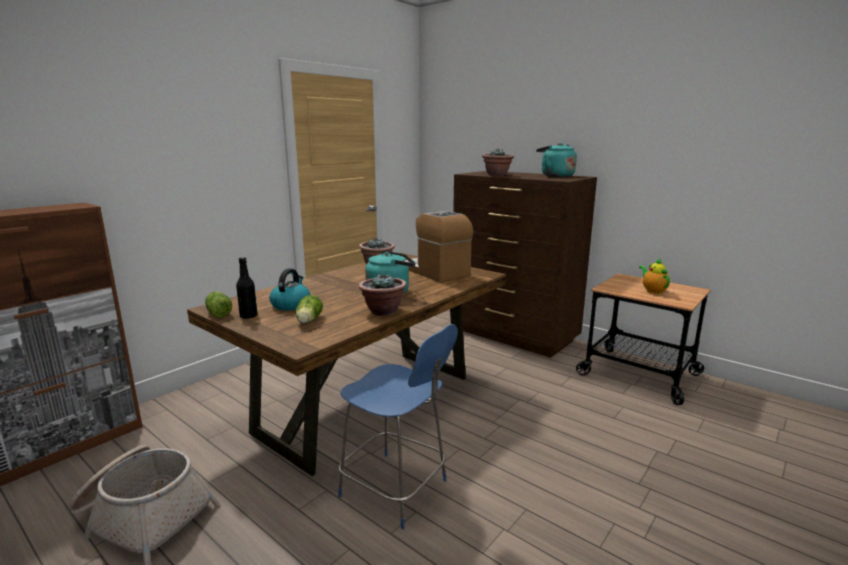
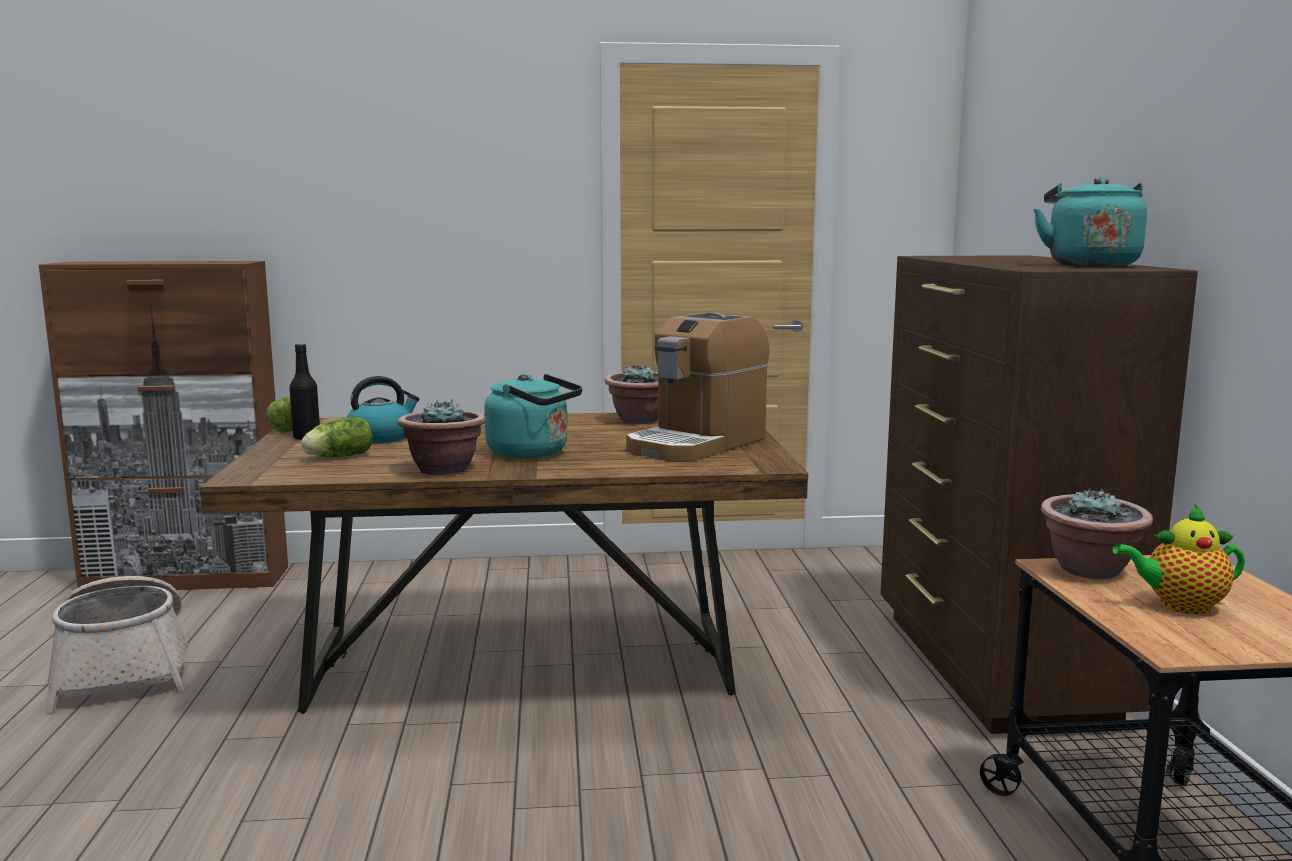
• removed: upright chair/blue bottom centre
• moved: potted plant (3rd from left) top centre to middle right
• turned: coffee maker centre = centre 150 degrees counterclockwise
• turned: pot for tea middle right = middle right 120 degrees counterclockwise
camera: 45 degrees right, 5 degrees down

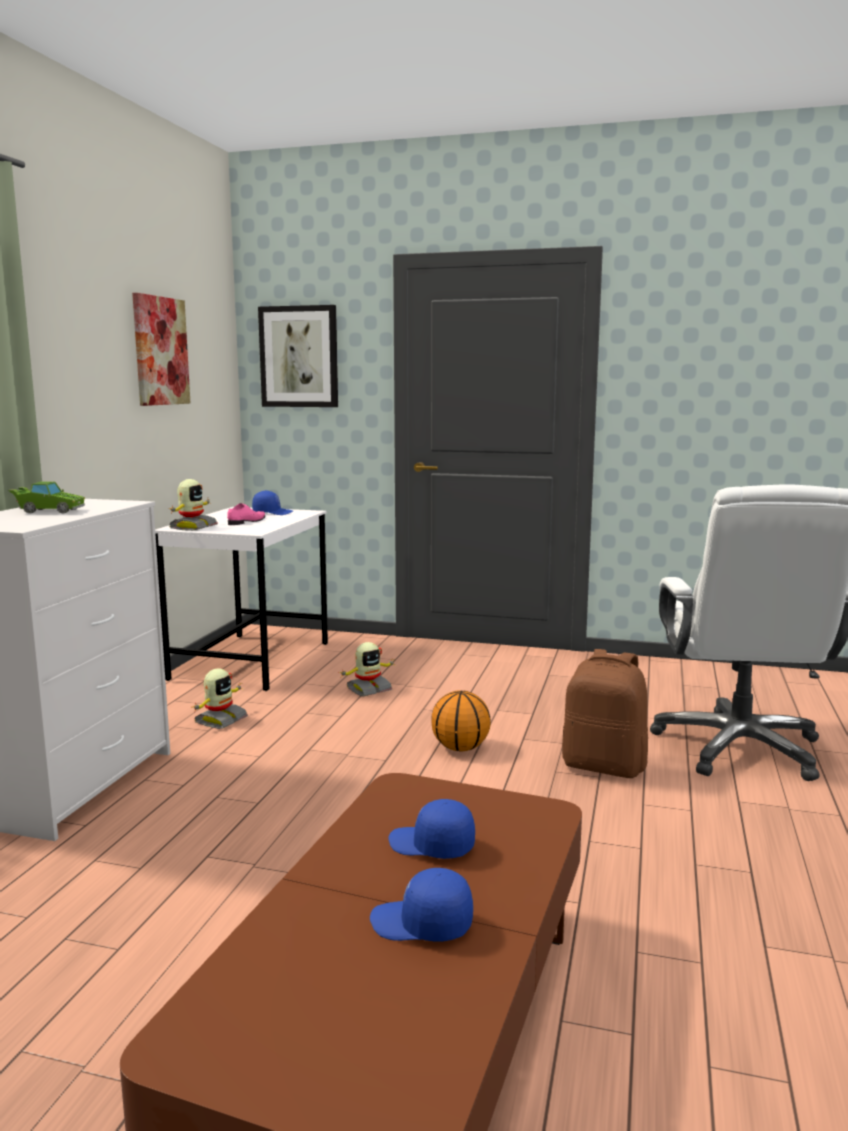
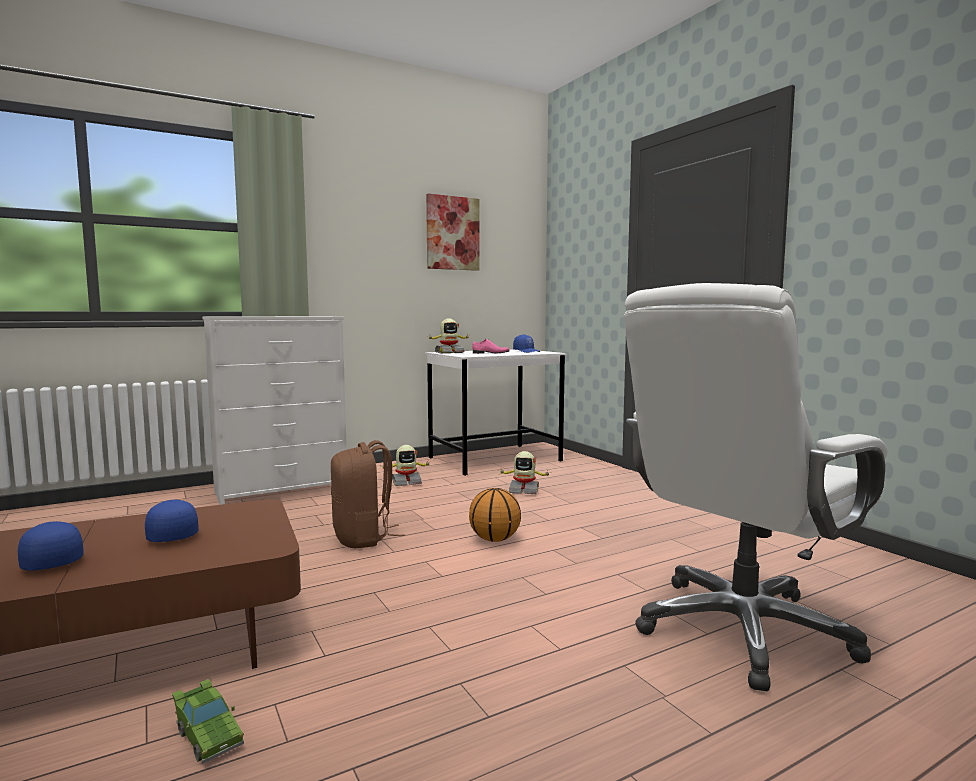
• removed: wall picture (2nd from left) top centre
• moved: toy car/greenish middle left to bottom left
• moved: rucksack/brown middle right to centre
camera: 45 degrees right, 5 degrees down

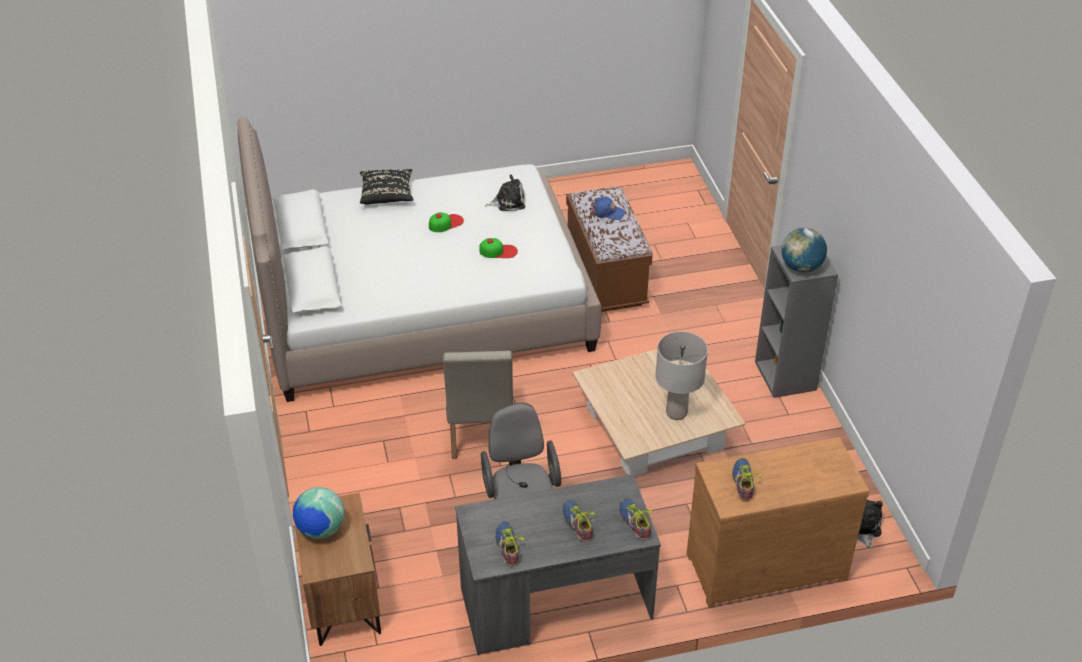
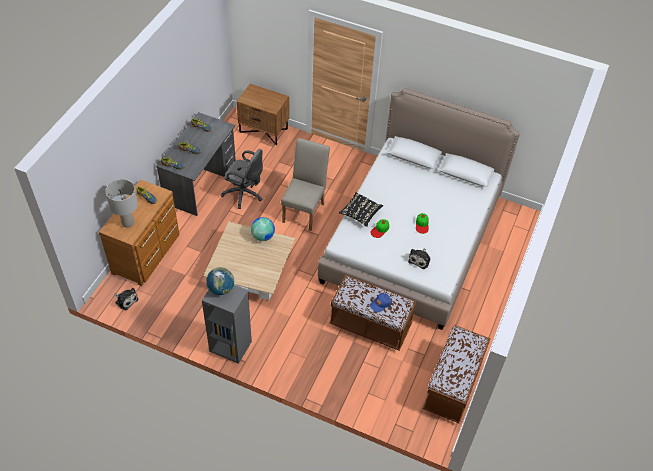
• added: long seat/brown (2nd from left) bottom right
• moved: world globe (1st from left in the first image) bottom left to world globe (2nd from left) centre
• moved: cushion/blackish top centre to centre
• moved: tabletop lamp/greyish centre to middle left
• turned: upright chair/beige-coloured centre = centre 75 degrees clockwise
camera: 125 degrees right, 10 degrees up

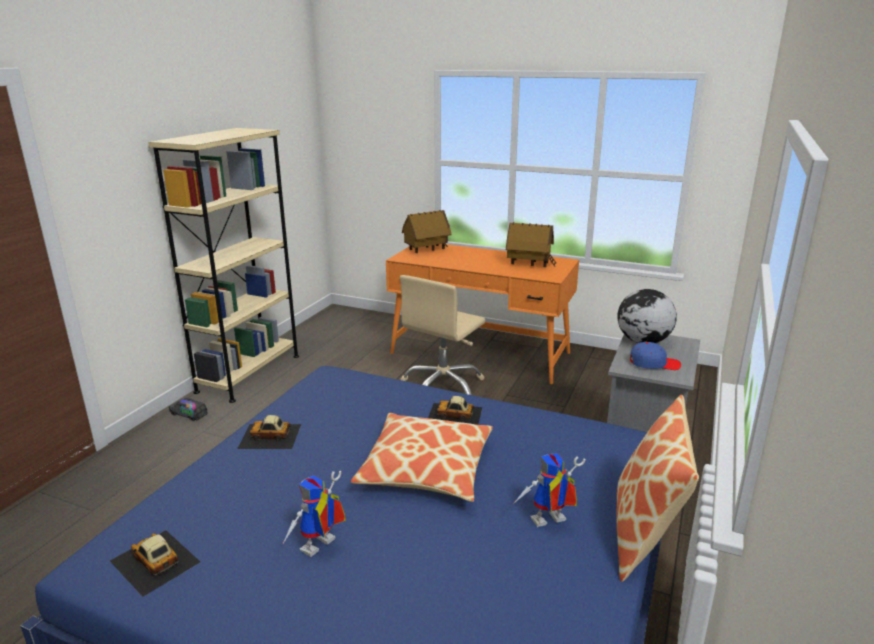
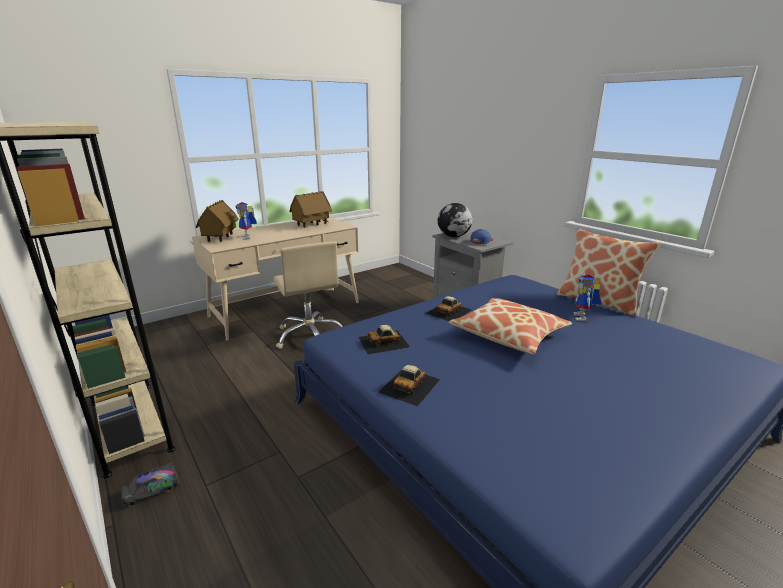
• moved: toy car (1st from left) bottom left to centre
• moved: robot figure (1st from left) bottom centre to middle left
• recoloured: desk/orange-coloured centre to desk/beige-coloured centre
camera: 60 degrees left, 0 degrees up

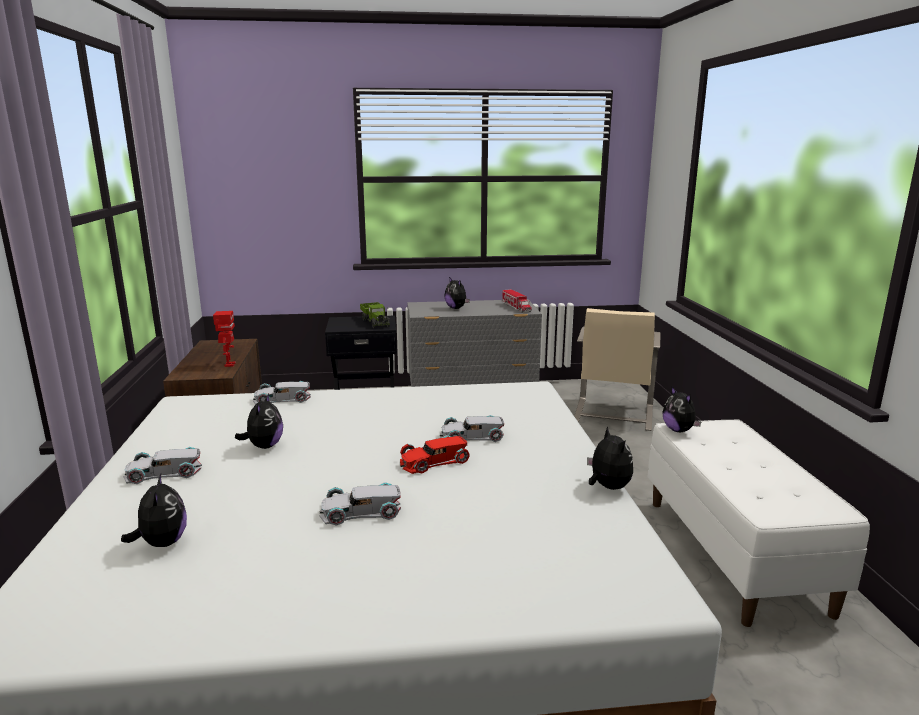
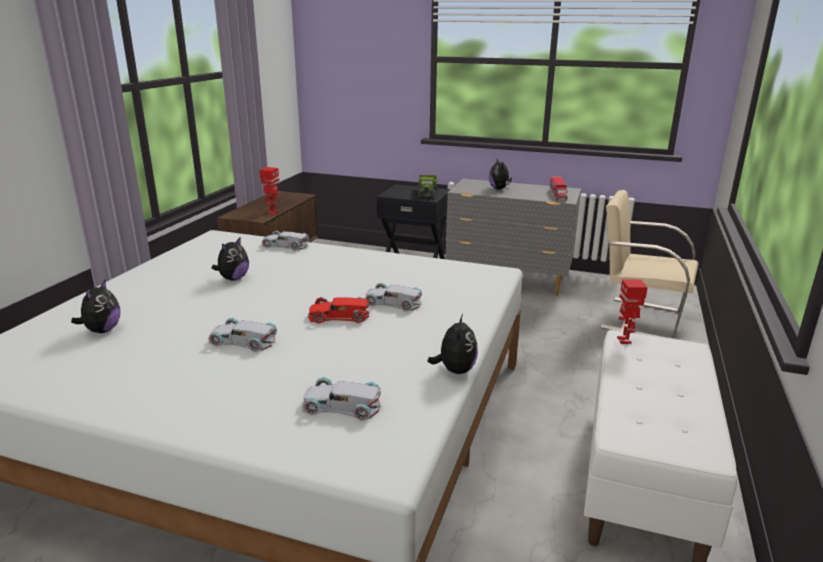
• moved: toy car/white (1st from left in the first image) middle left to toy car/white (3rd from left) bottom centre
• replaced: cuddly toy (5th from left) middle right to robot figure (2nd from left) middle right
• turned: upright chair/beige-coloured middle right = middle right 75 degrees clockwise
camera: 25 degrees right, 5 degrees up

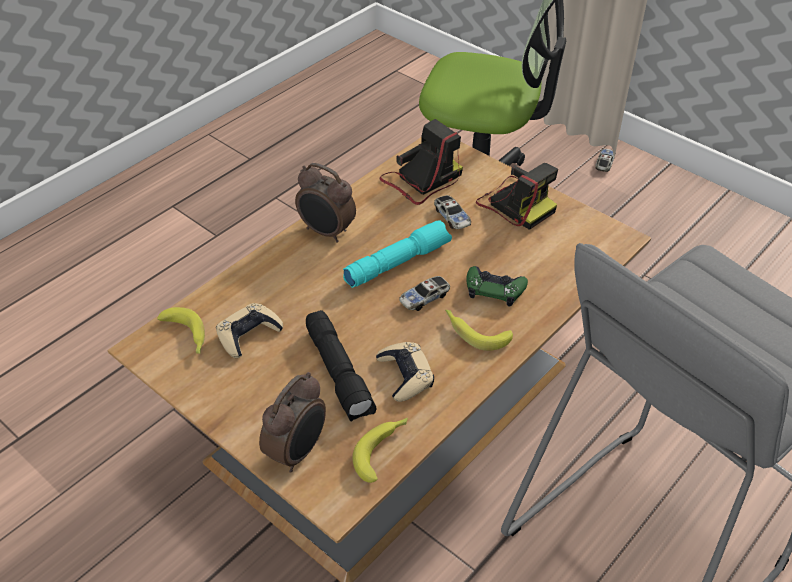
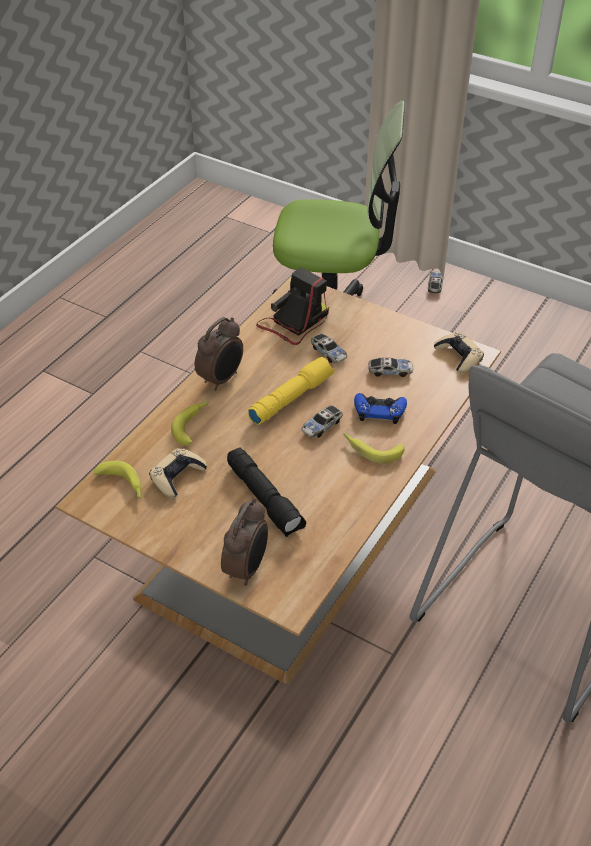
• removed: still camera (2nd from left) centre
• added: toy car (3rd from left) centre
• moved: banana fruit (2nd from left) bottom centre to middle left
• moved: game controller/beige-coloured (2nd from left) centre to middle right
• recoloured: hand torch/blue-green centre to hand torch/yellow centre
• recoloured: game controller/greenish centre to game controller/blue centre
• turned: table clock (2nd from left in the first image) centre = centre 75 degrees counterclockwise
camera: 10 degrees left, 0 degrees up

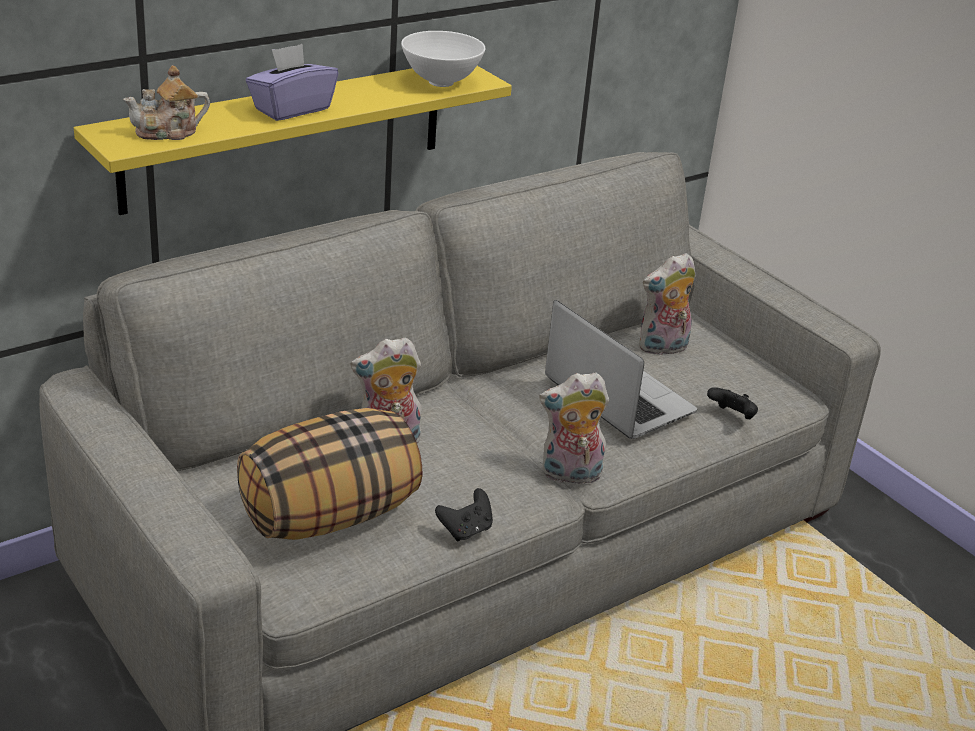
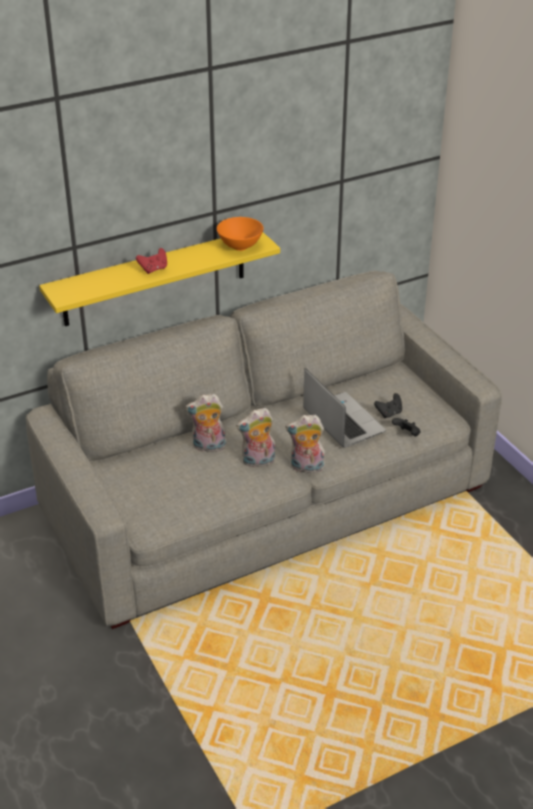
• removed: pot for tea top left
• removed: cushion centre
• moved: game controller/blackish (1st from left) bottom centre to middle right
• moved: cuddly toy (3rd from left in the first image) middle right to cuddly toy (2nd from left) centre
• replaced: box of tissues/purplish top left to game controller/red top left
• recoloured: serving bowl/white top centre to serving bowl/orange-coloured top centre
camera: 10 degrees right, 5 degrees up

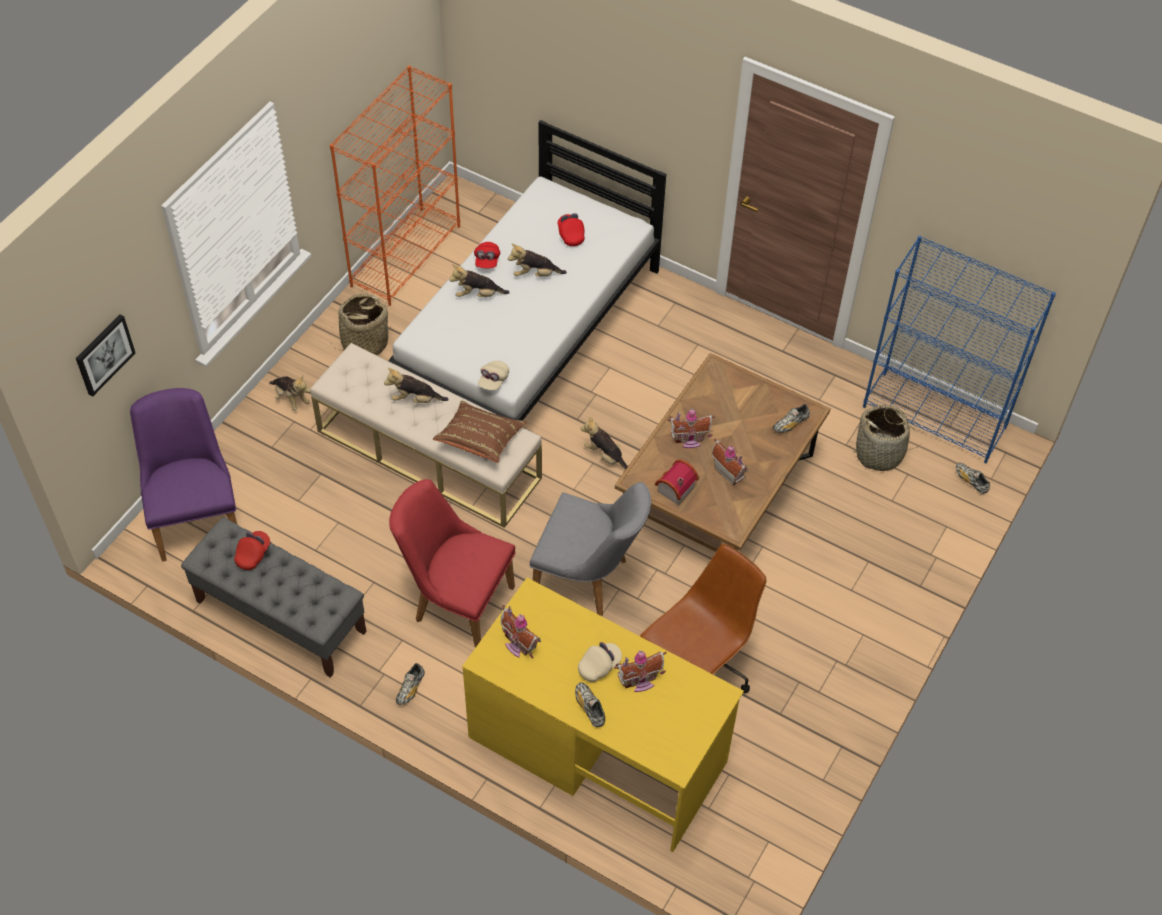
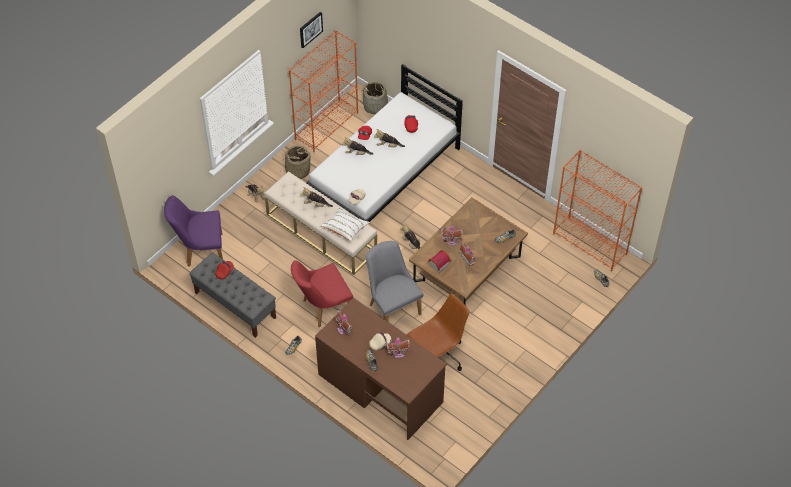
• moved: wall picture middle left to top centre
• moved: household basket (2nd from left) middle right to top centre
• recoloured: cushion/brown centre to cushion/white centre
• recoloured: desk/yellow bottom centre to desk/brown bottom centre
• recoloured: shelving unit/blue middle right to shelving unit/orange-coloured (2nd from left) middle right
• turned: upright chair/purplish middle left = middle left 90 degrees counterclockwise
• turned: upright chair/red centre = centre 60 degrees counterclockwise
• turned: upright chair/greyish centre = centre 150 degrees counterclockwise
camera: 10 degrees right, 0 degrees up

